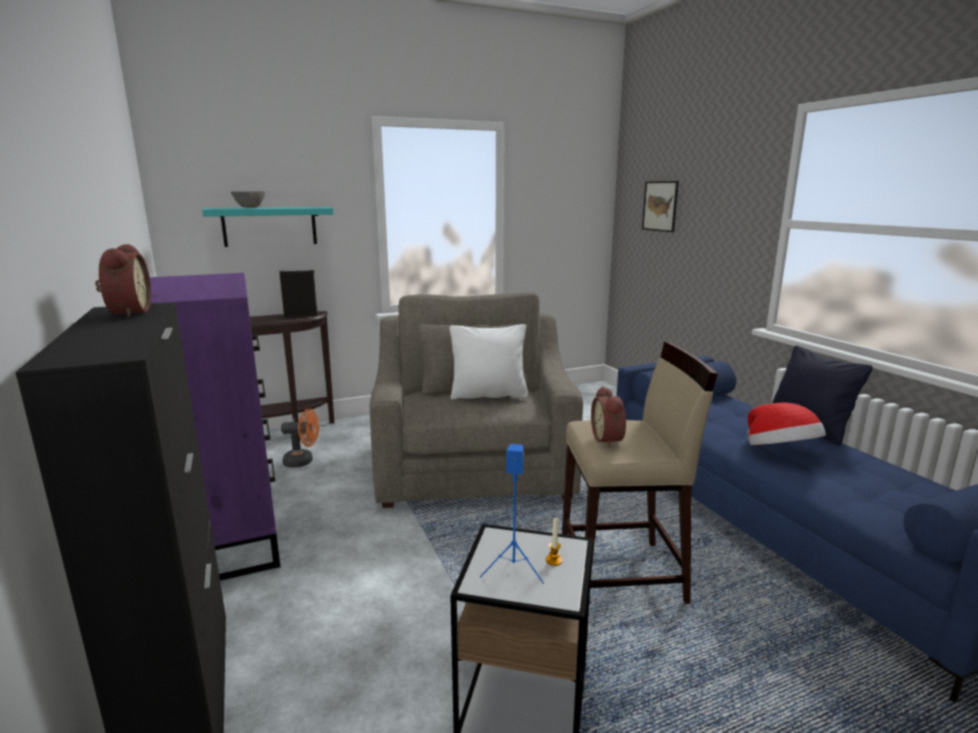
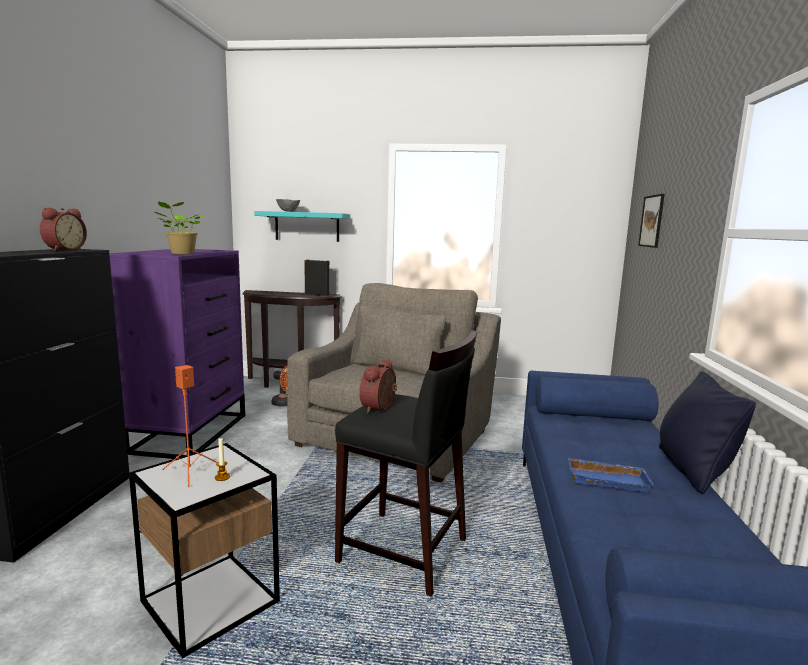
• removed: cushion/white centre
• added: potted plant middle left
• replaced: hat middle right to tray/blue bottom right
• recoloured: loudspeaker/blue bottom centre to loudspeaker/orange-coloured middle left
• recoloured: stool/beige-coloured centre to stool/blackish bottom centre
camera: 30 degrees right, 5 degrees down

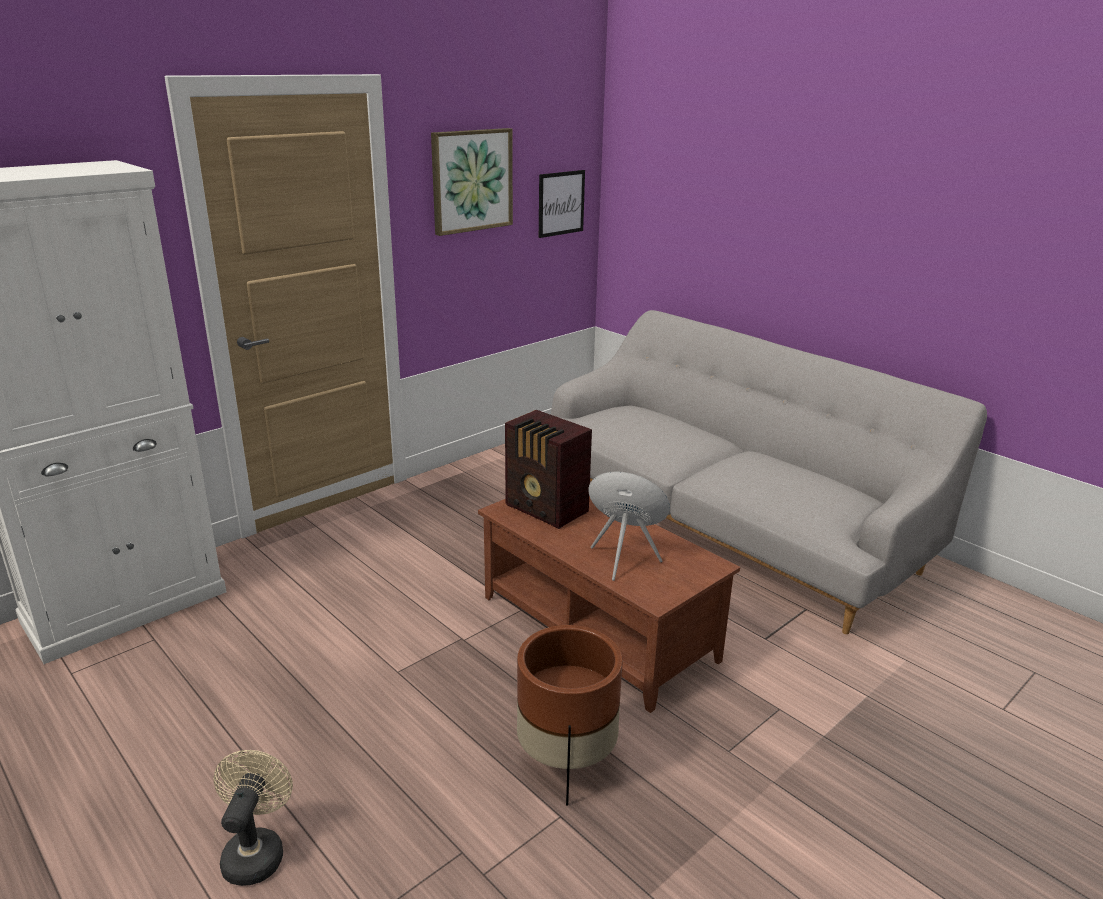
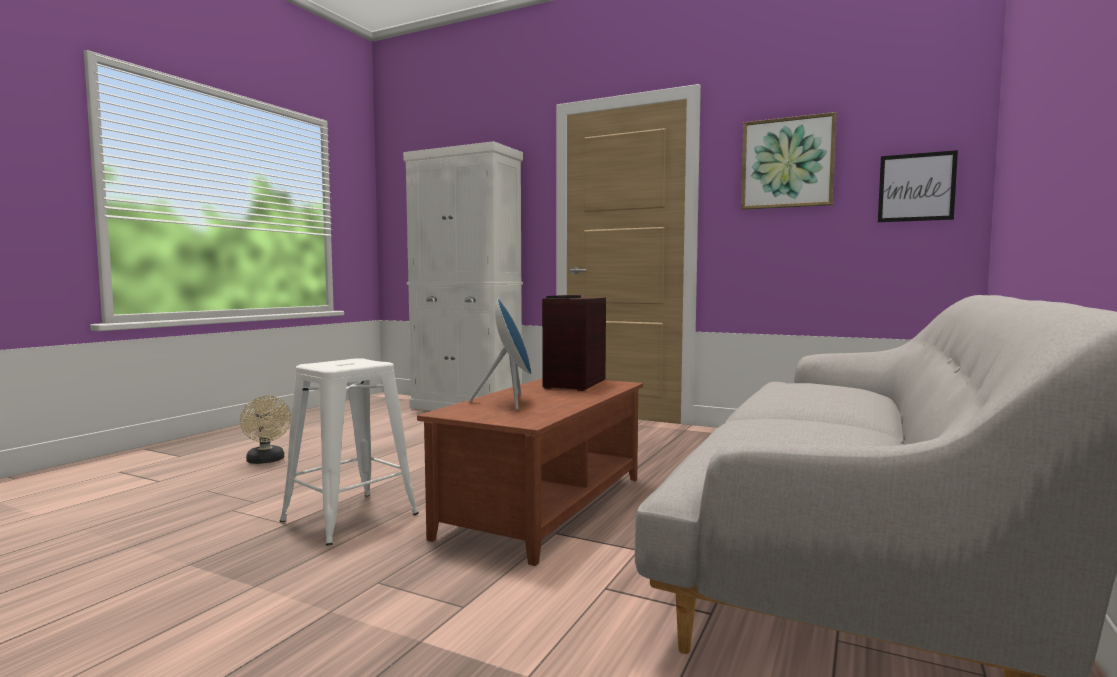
• replaced: plant pot/brown bottom centre to stool/white bottom left
• turned: cooling fan/beige-coloured bottom left = middle left 75 degrees clockwise
camera: 70 degrees right, 20 degrees down

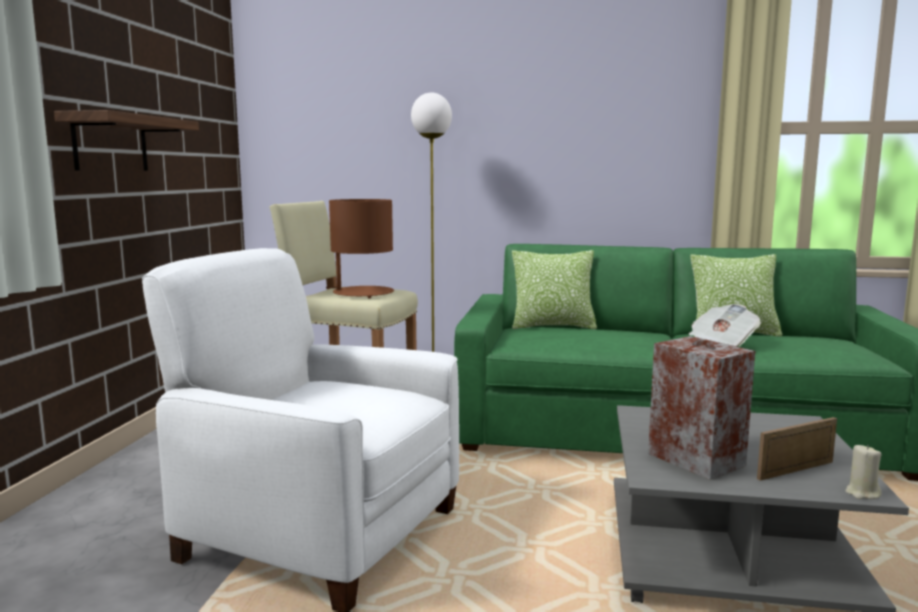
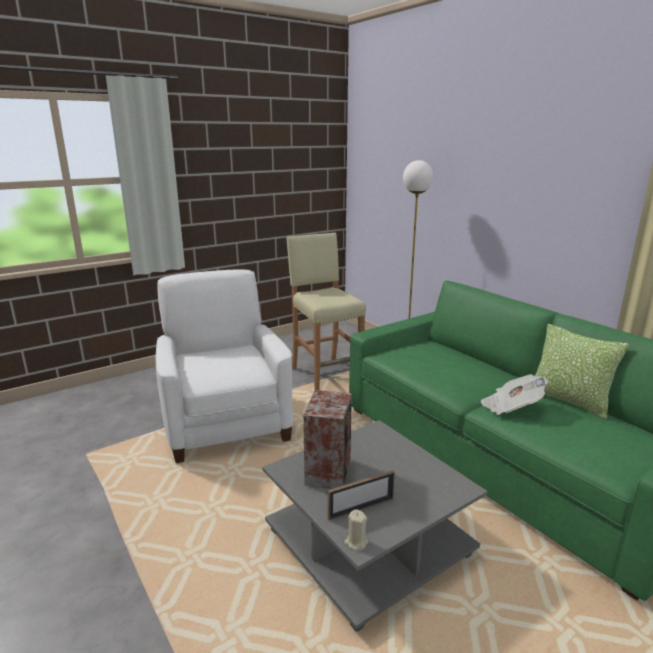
• removed: bracket shelf top left
• removed: tabletop lamp/brown centre
• removed: cushion (1st from left) centre
• turned: picture frame bottom right = bottom centre 135 degrees clockwise
camera: 45 degrees right, 10 degrees up

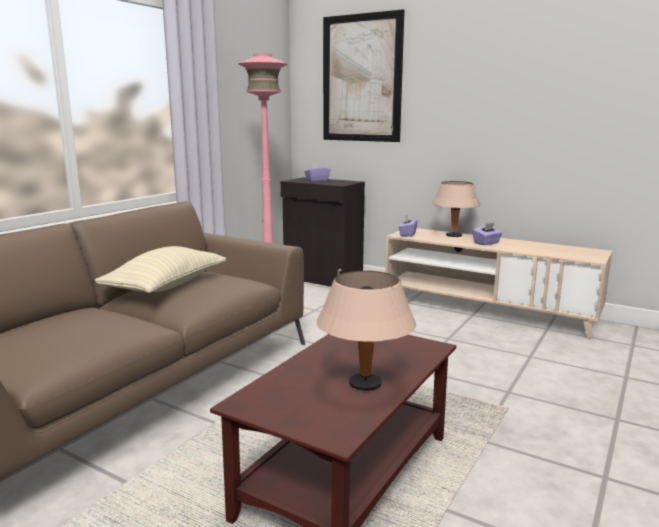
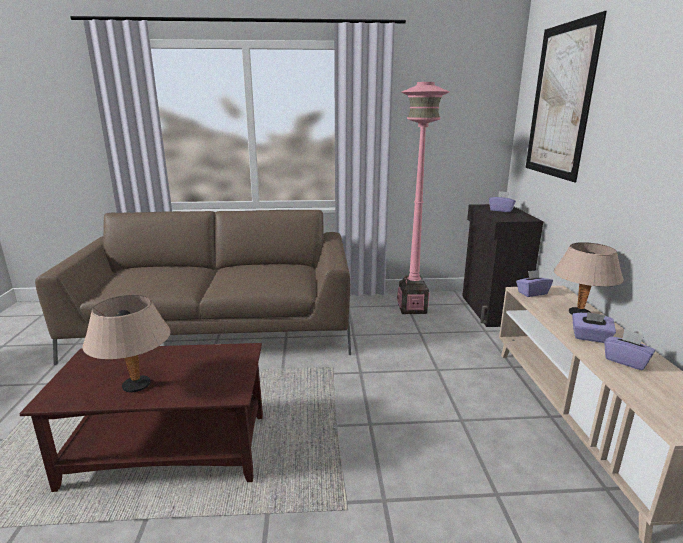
• removed: cushion/beige-coloured middle left
• added: box of tissues/purplish (4th from left) middle right
camera: 55 degrees right, 5 degrees up

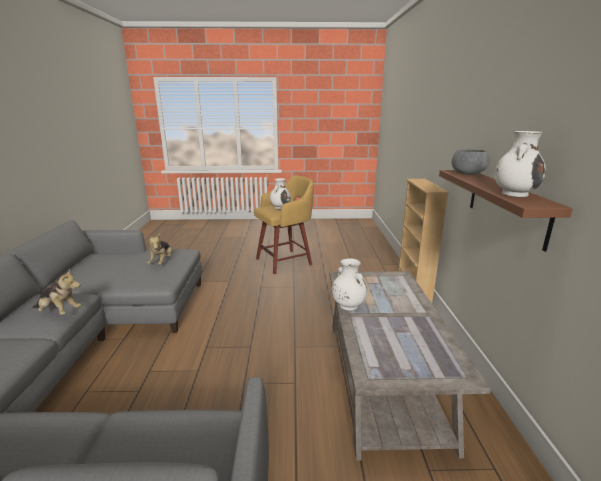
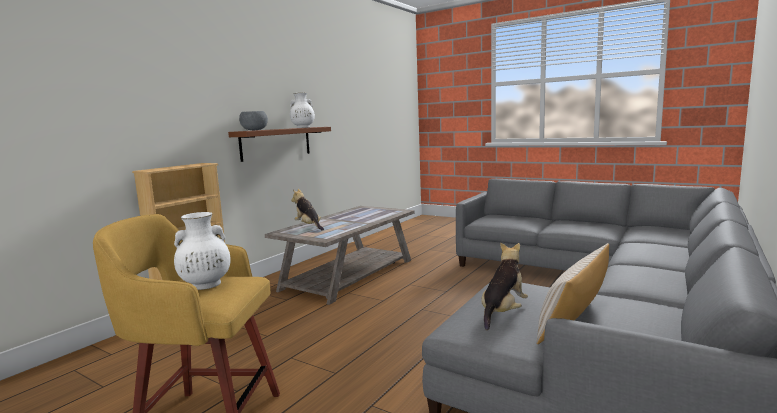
• removed: vase/white (2nd from left) centre
• added: cushion/beige-coloured bottom right
• moved: cuddly toy (1st from left) middle left to centre
camera: 145 degrees left, 10 degrees down

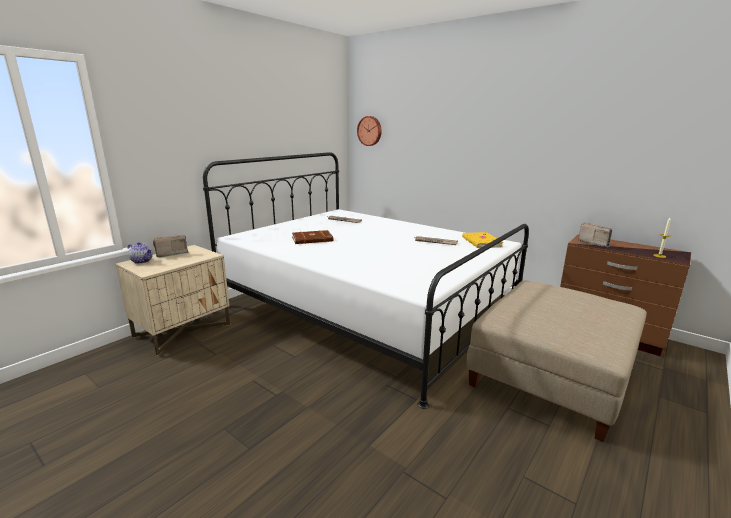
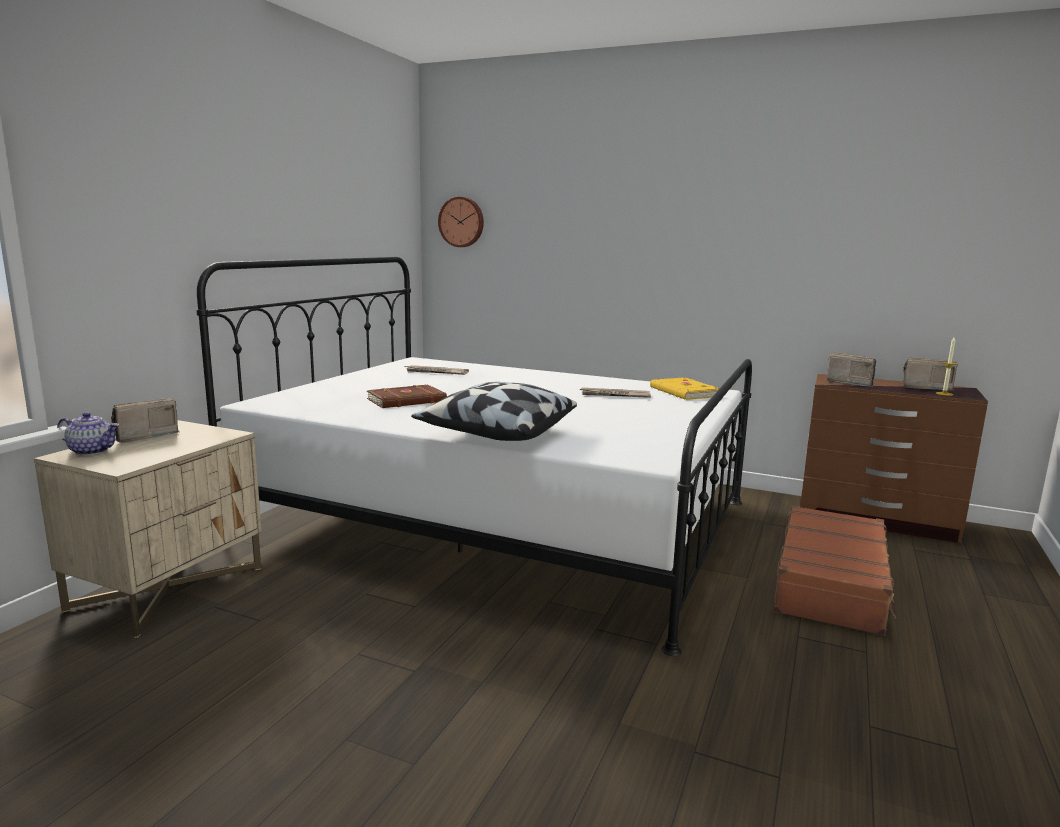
• added: cushion centre
• added: radio (3rd from left) middle right
• replaced: ottoman/beige-coloured bottom right to travel case/brown bottom right
camera: 15 degrees left, 5 degrees down

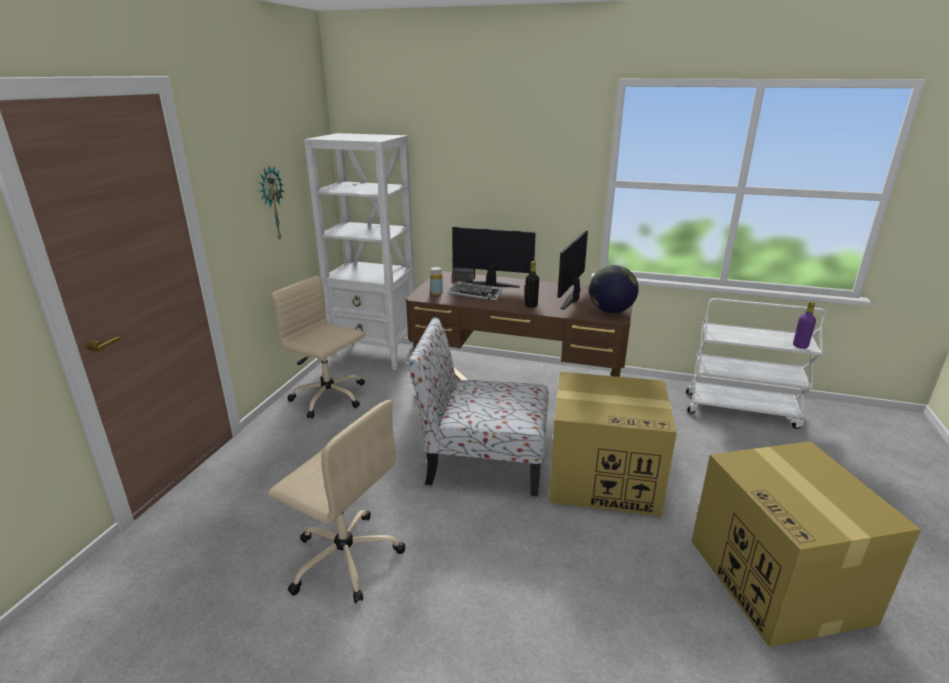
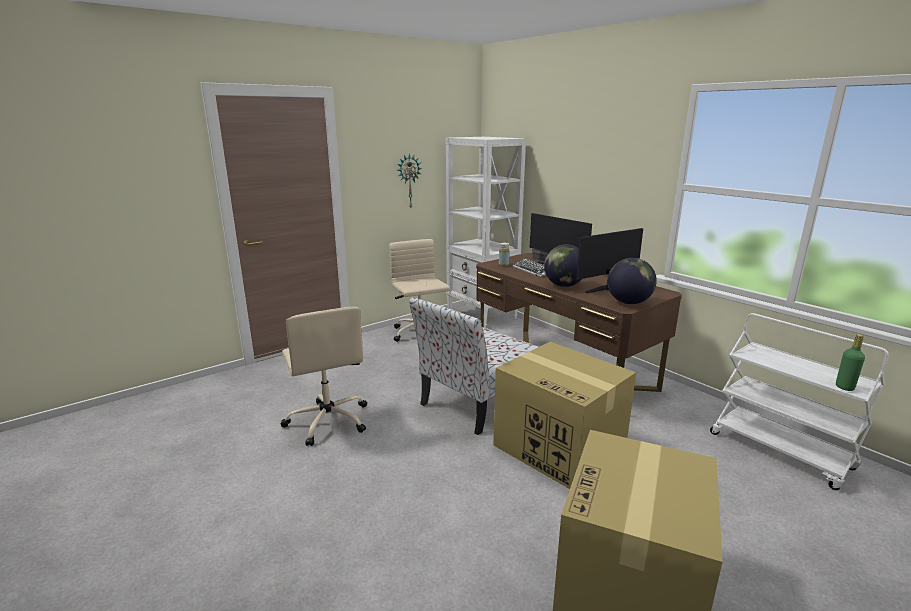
• replaced: bottle/blackish centre to world globe (1st from left) centre
• recoloured: bottle/purplish middle right to bottle/greenish middle right
• turned: upright chair centre = centre 90 degrees counterclockwise
camera: 35 degrees right, 5 degrees down

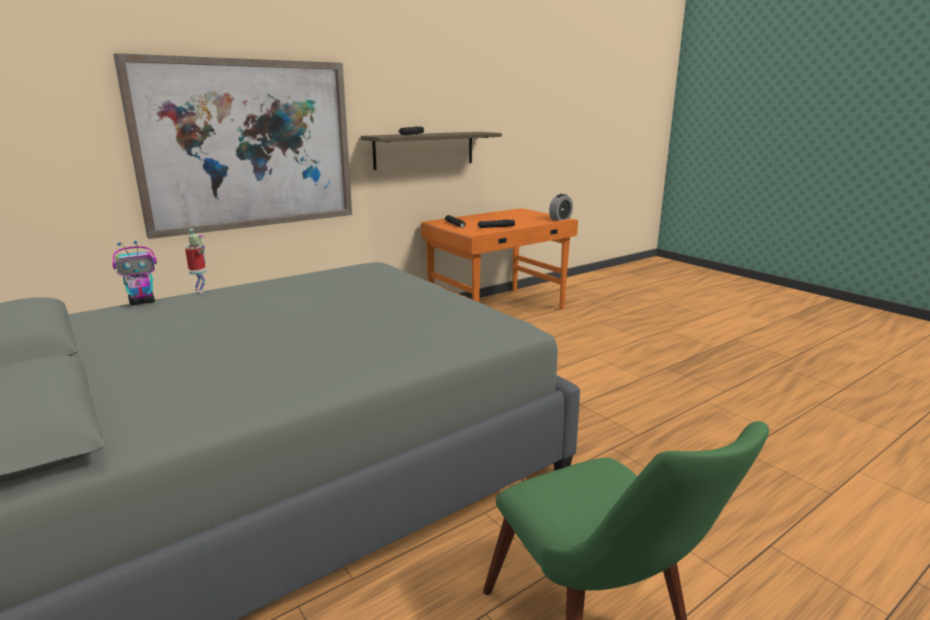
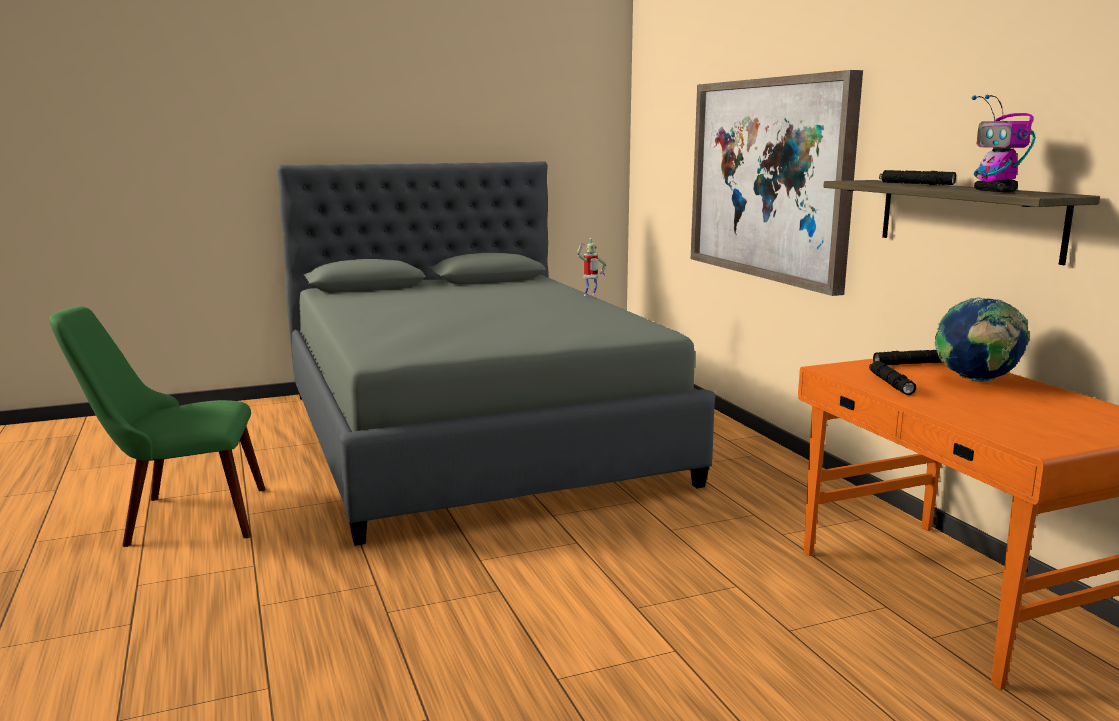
• removed: table clock centre
• added: world globe middle right
• moved: robot figure (1st from left in the first image) middle left to robot figure (2nd from left) top right
camera: 105 degrees right, 5 degrees down

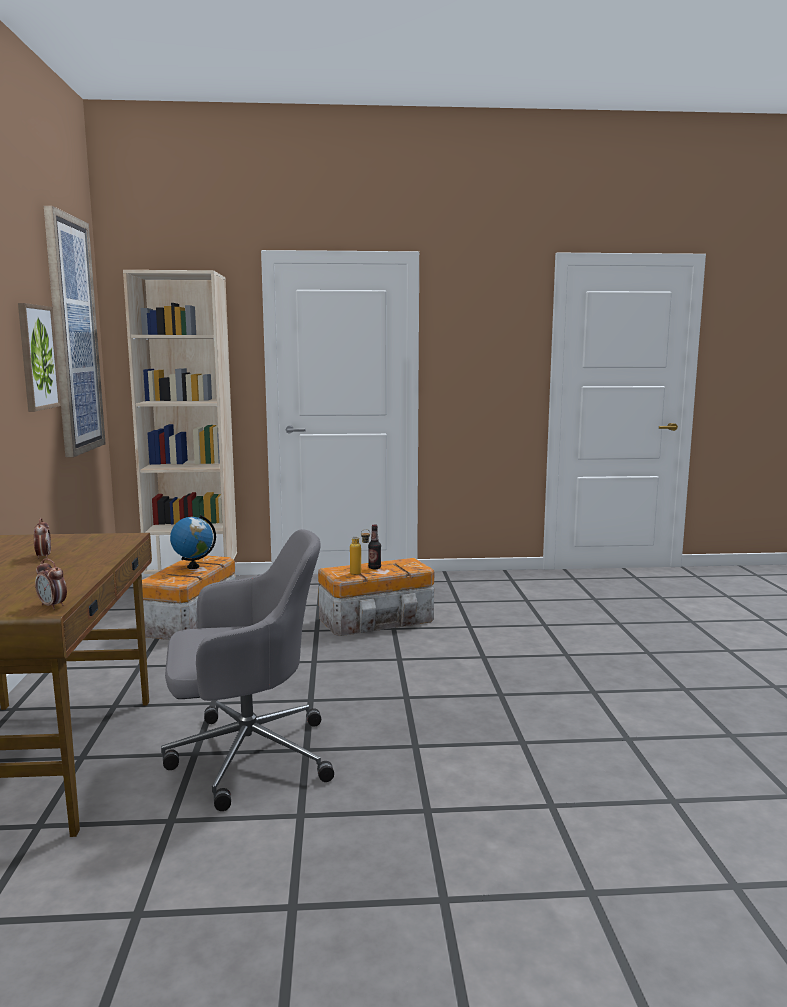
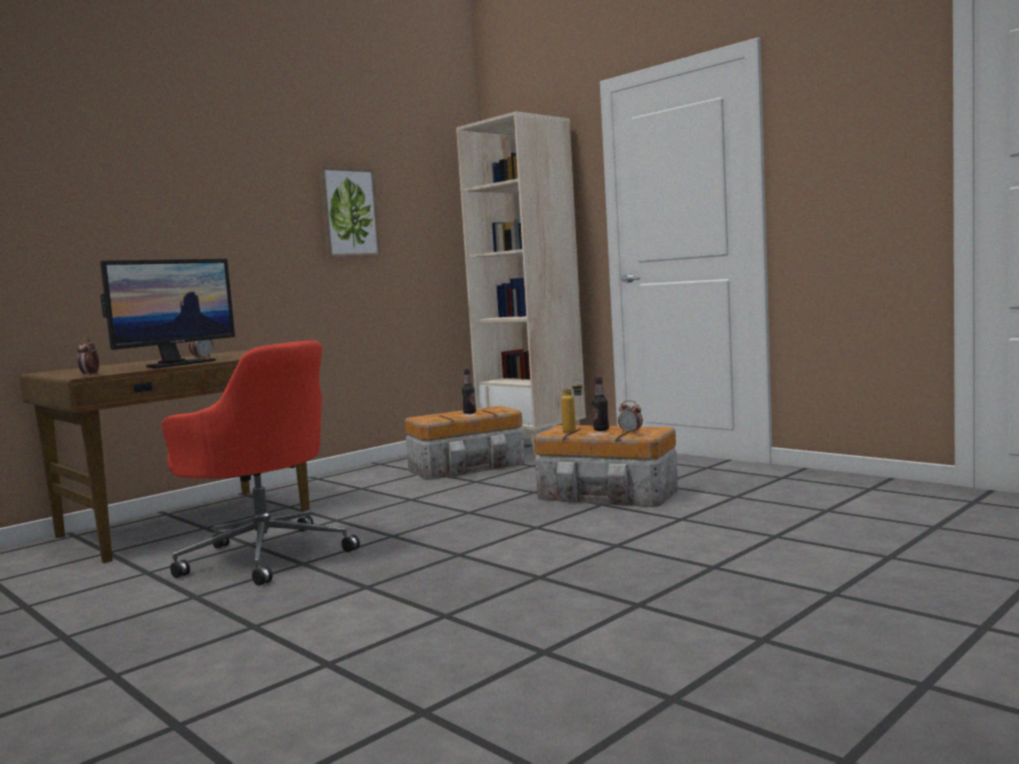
• removed: wall picture (2nd from left) top left
• added: computer display middle left
• added: table clock (3rd from left) centre
• replaced: world globe middle left to bottle (1st from left) centre
• recoloured: desk chair/greyish middle left to desk chair/red middle left
camera: 50 degrees right, 5 degrees down

